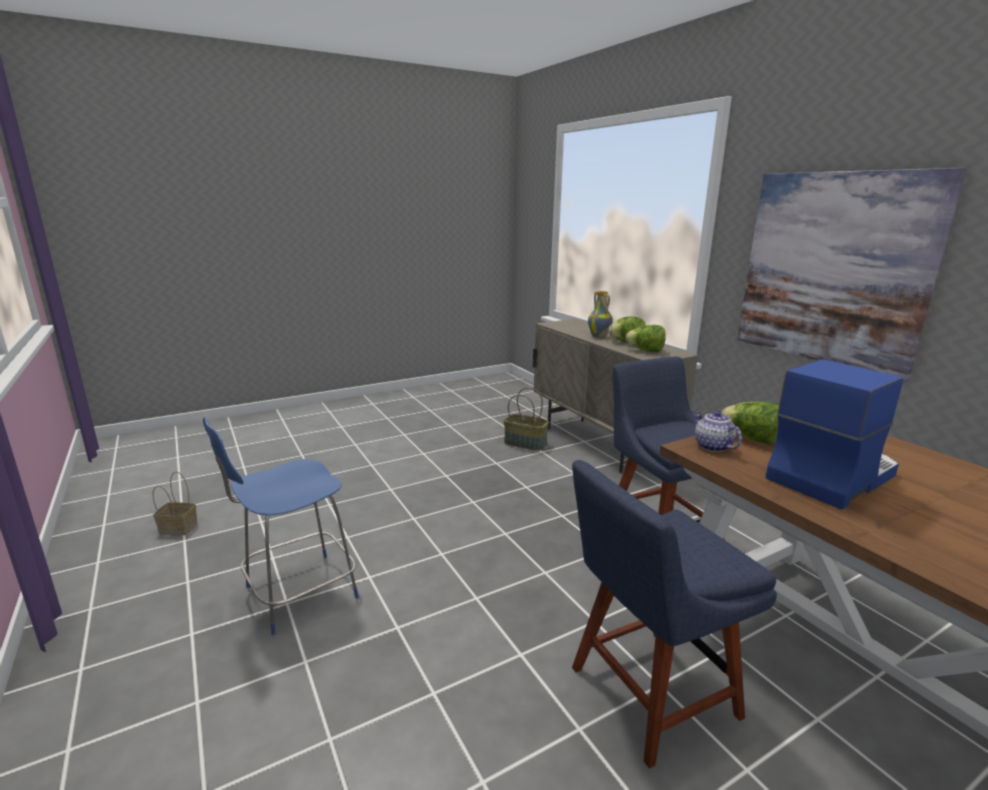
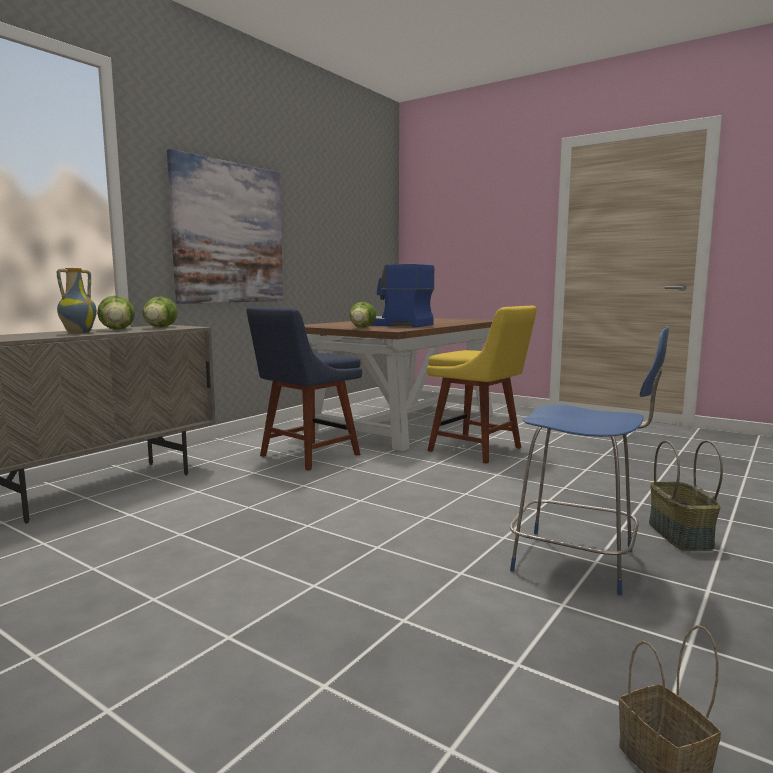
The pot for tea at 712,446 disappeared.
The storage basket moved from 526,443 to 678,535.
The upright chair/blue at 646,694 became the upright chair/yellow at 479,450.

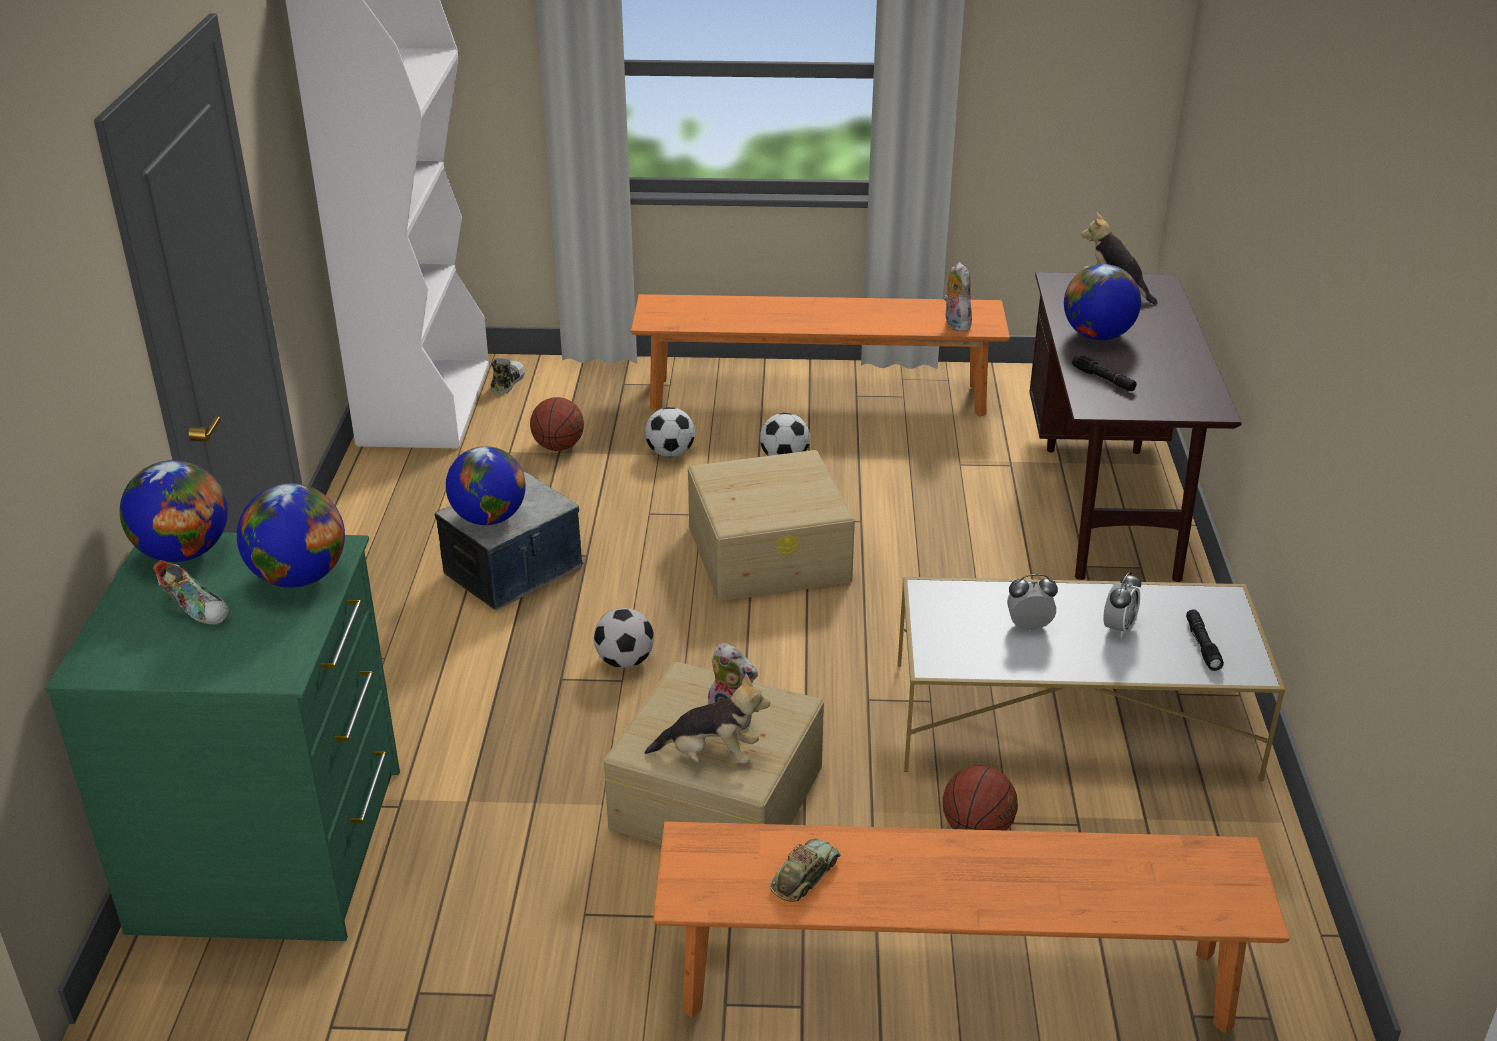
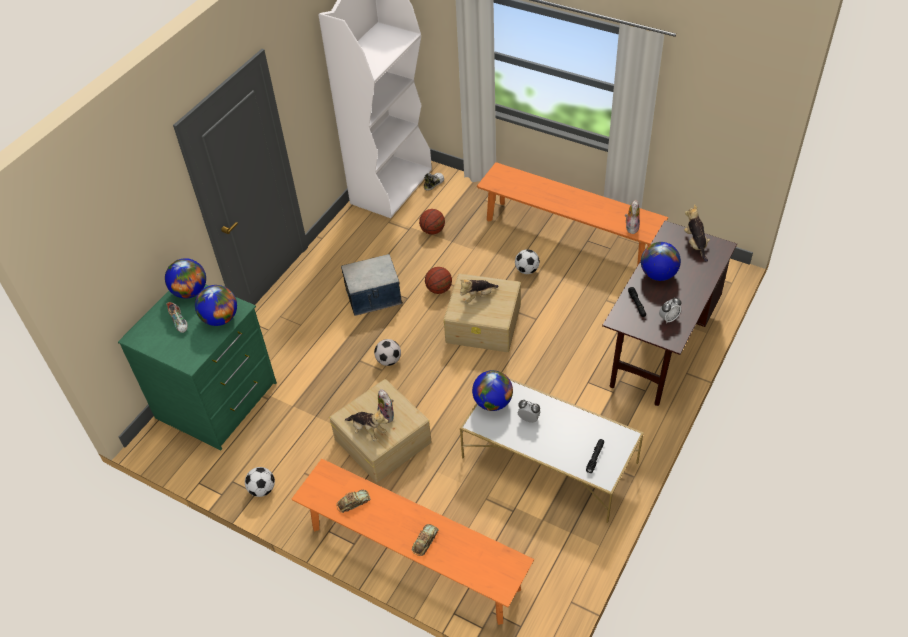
The miniature car at 425,541 appeared.
The soft toy at 477,297 appeared.
The desk globe moved from 489,518 to 492,402.
The football moved from 670,453 to 262,489.
The basketball ball moved from 977,830 to 439,289.
The table clock moved from 1118,628 to 668,318.

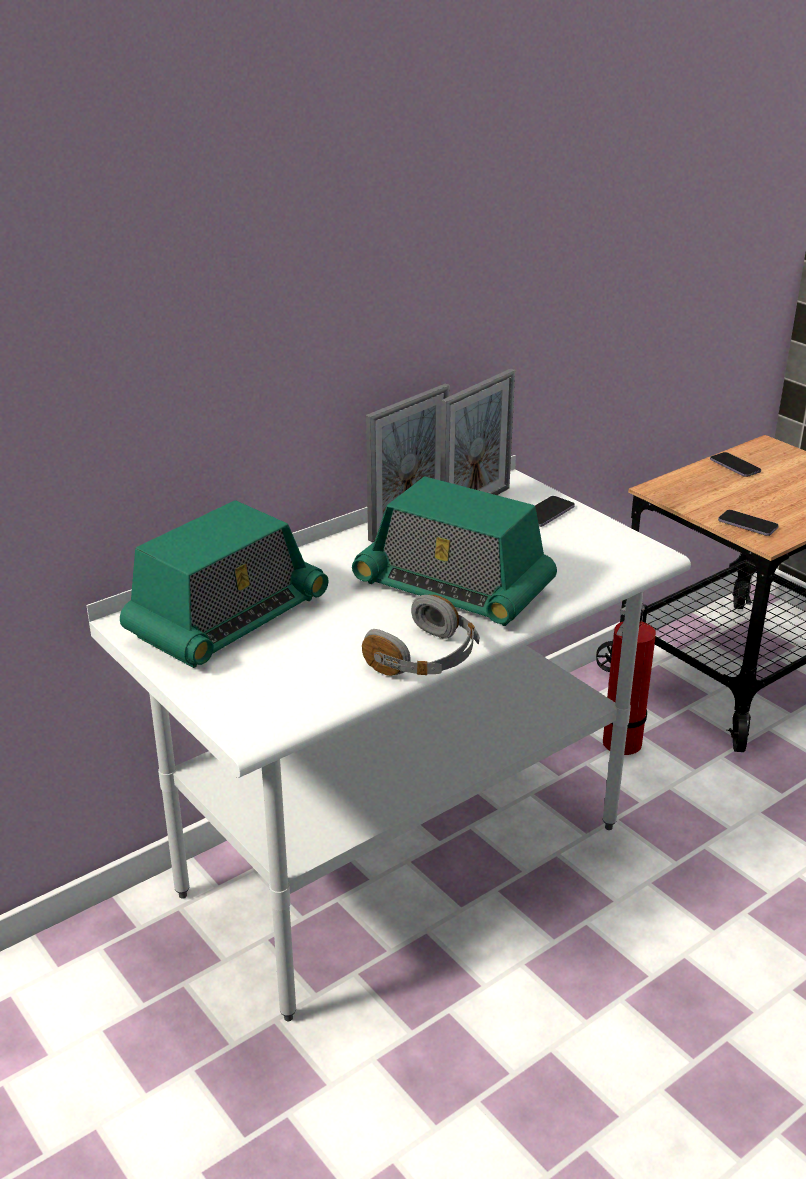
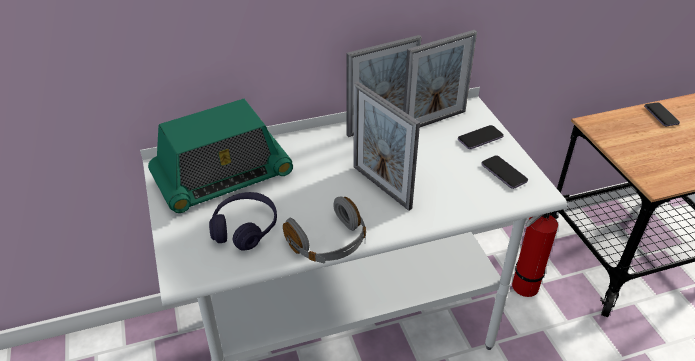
The headphones/purple-coloured at 245,228 appeared.
The telephone moved from 747,524 to 504,173.
The radio at 453,587 was replaced by the photo frame at 381,187.

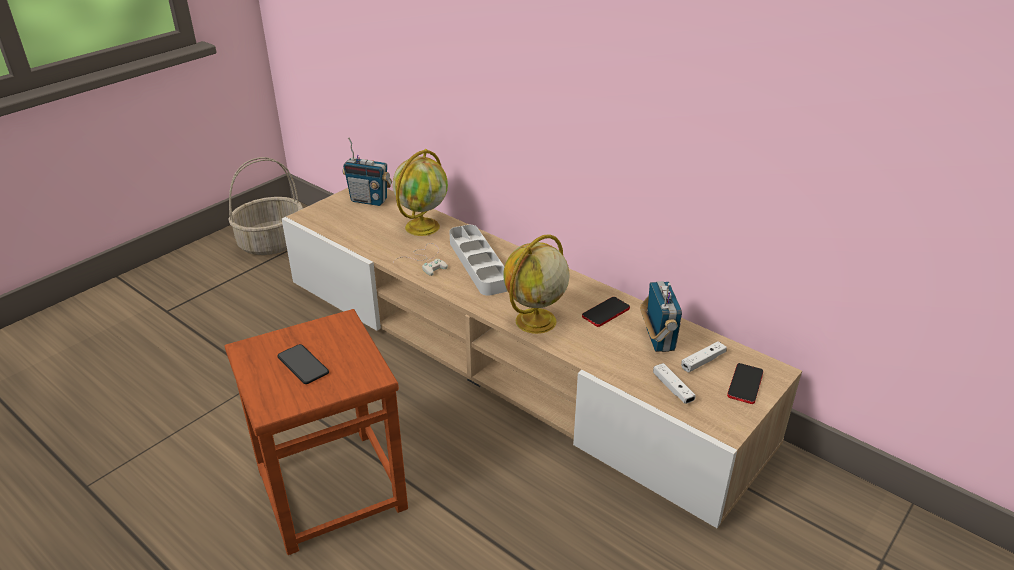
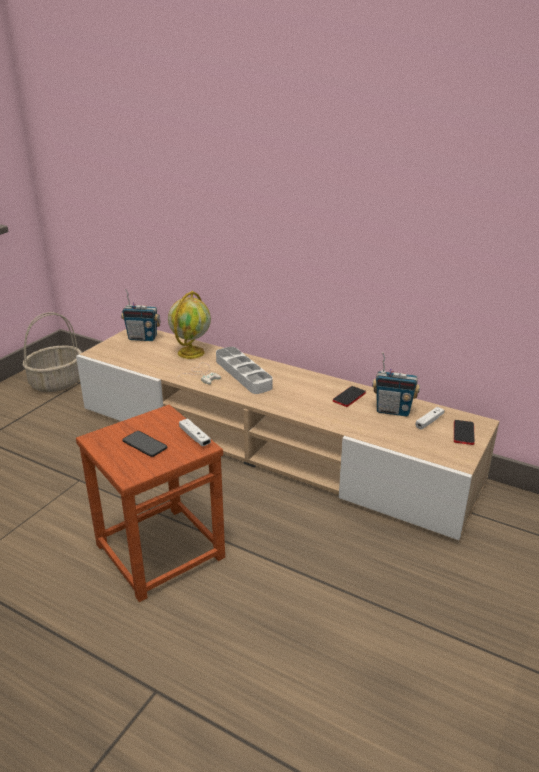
The desk globe at 535,322 disappeared.
The joypad/white-coloured moved from 672,388 to 195,437.
The radio at 658,339 turned 120 degrees clockwise.

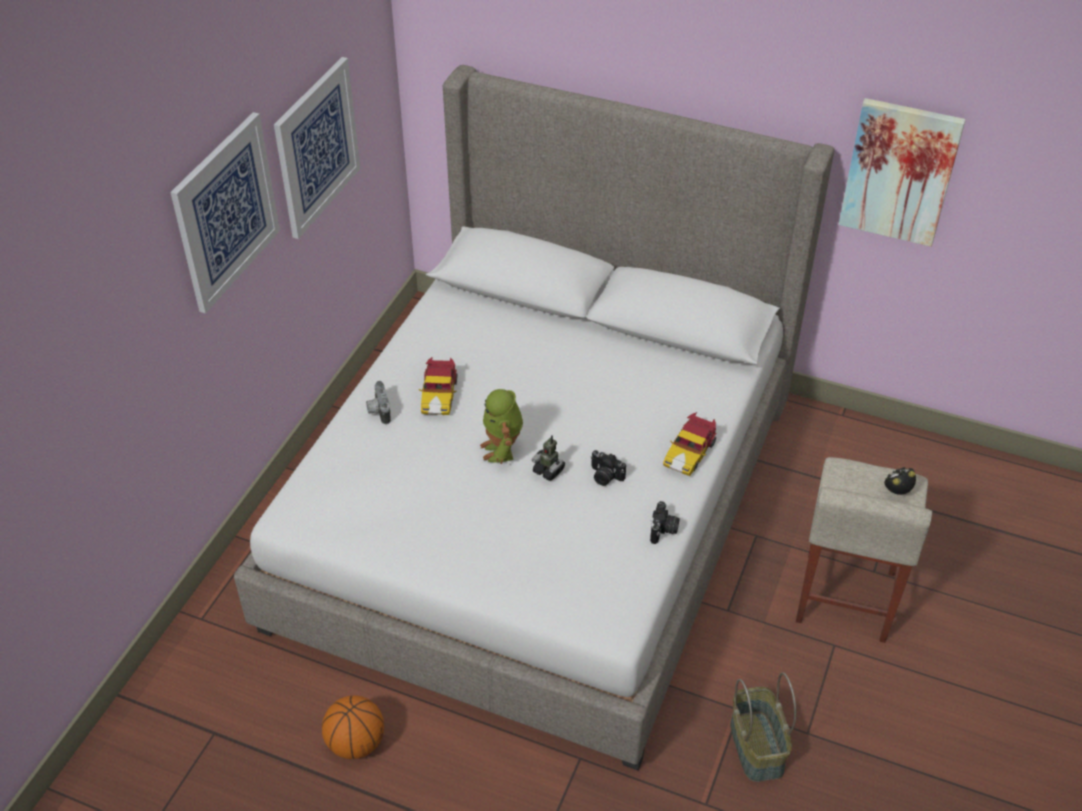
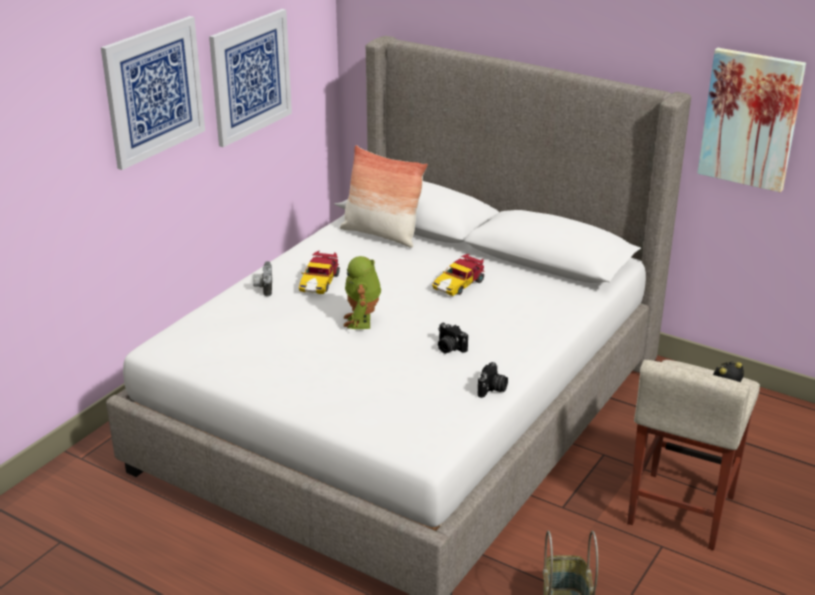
The basketball ball at 356,743 disappeared.
The robot figure at 548,470 disappeared.
The cushion at 381,234 appeared.
The miniature car moved from 689,453 to 459,284.

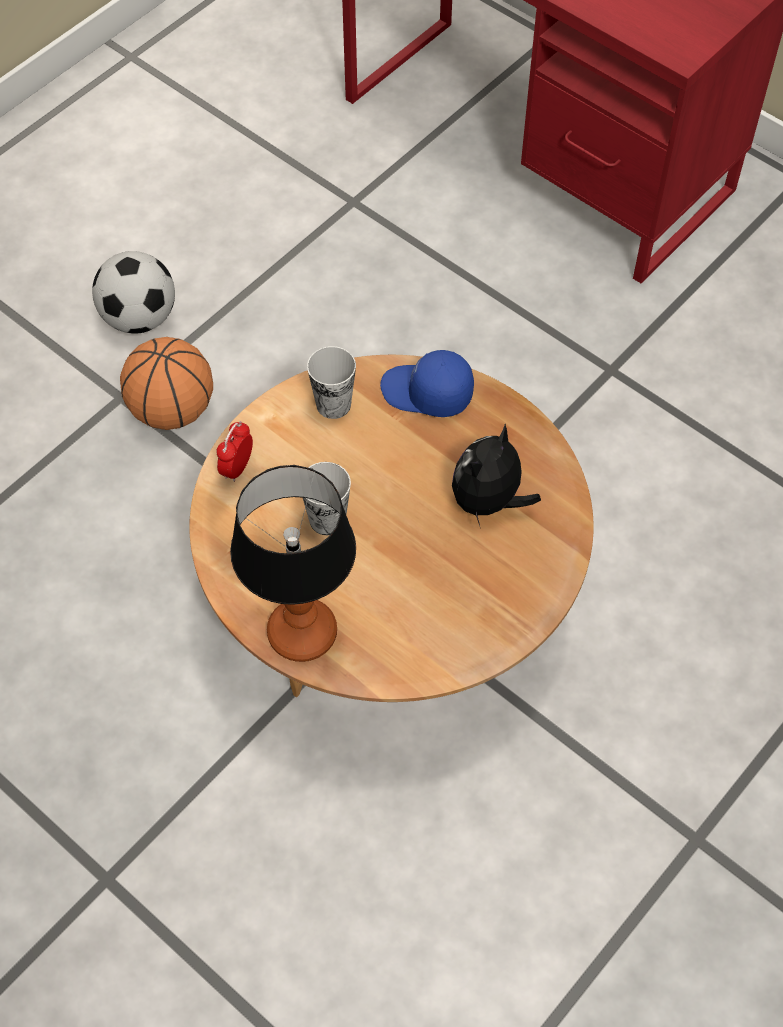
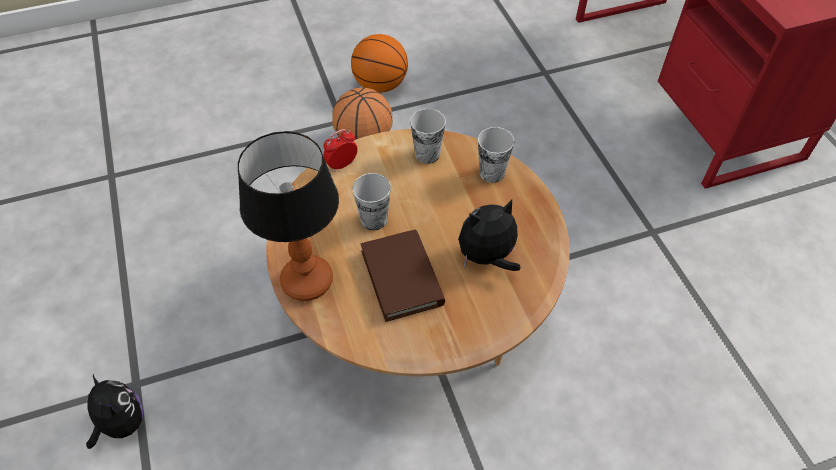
The soft toy at 121,423 appeared.
The volume/brownish at 402,277 appeared.
The football at 139,318 was replaced by the basketball ball at 380,85.
The peaked cap/blue at 427,393 was replaced by the drinking cup at 492,173.

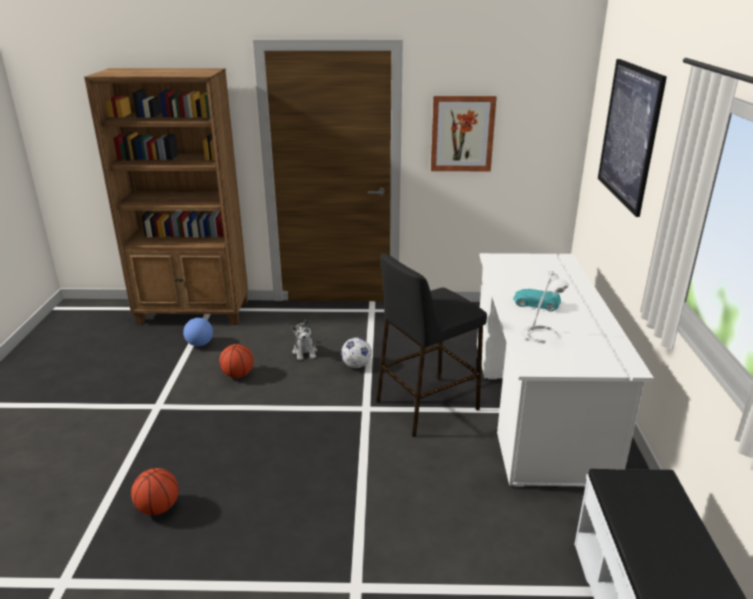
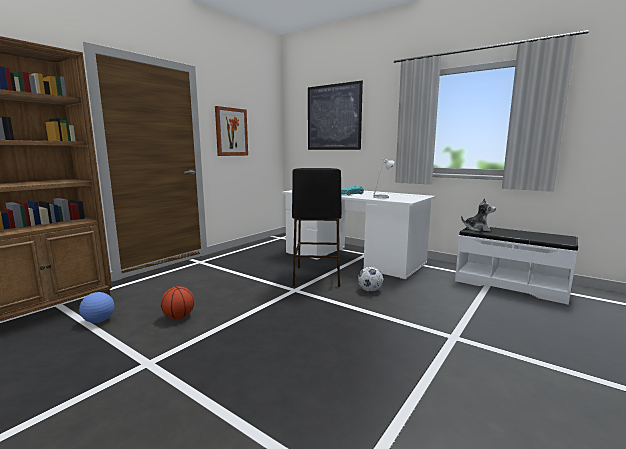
The basketball ball at 158,508 disappeared.
The soft toy moved from 305,352 to 477,229.
The football moved from 357,365 to 370,290.

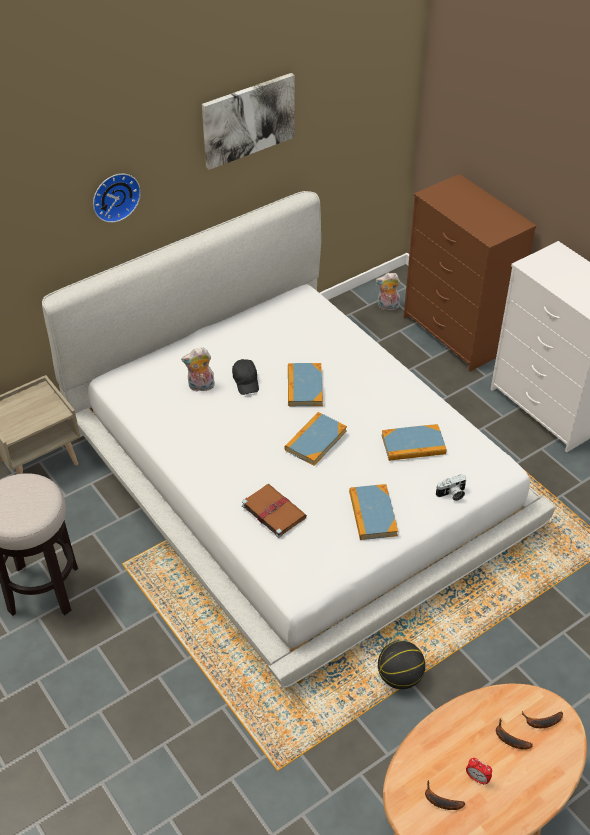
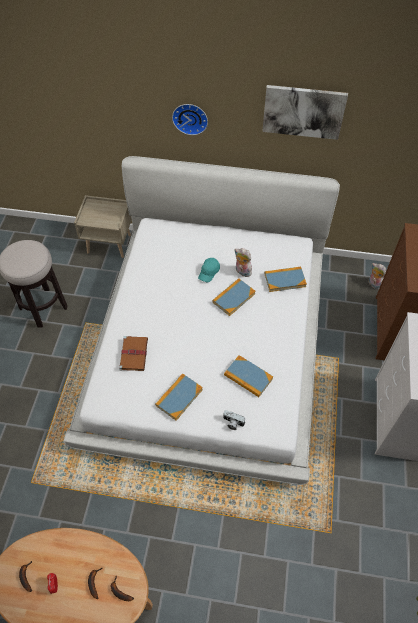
The basketball ball at 400,677 disappeared.
The soft toy moved from 200,387 to 242,272.
The volume moved from 315,440 to 285,280.
The peaked cap/black-coloured at 246,381 became the peaked cap/turquoise-coloured at 209,272.

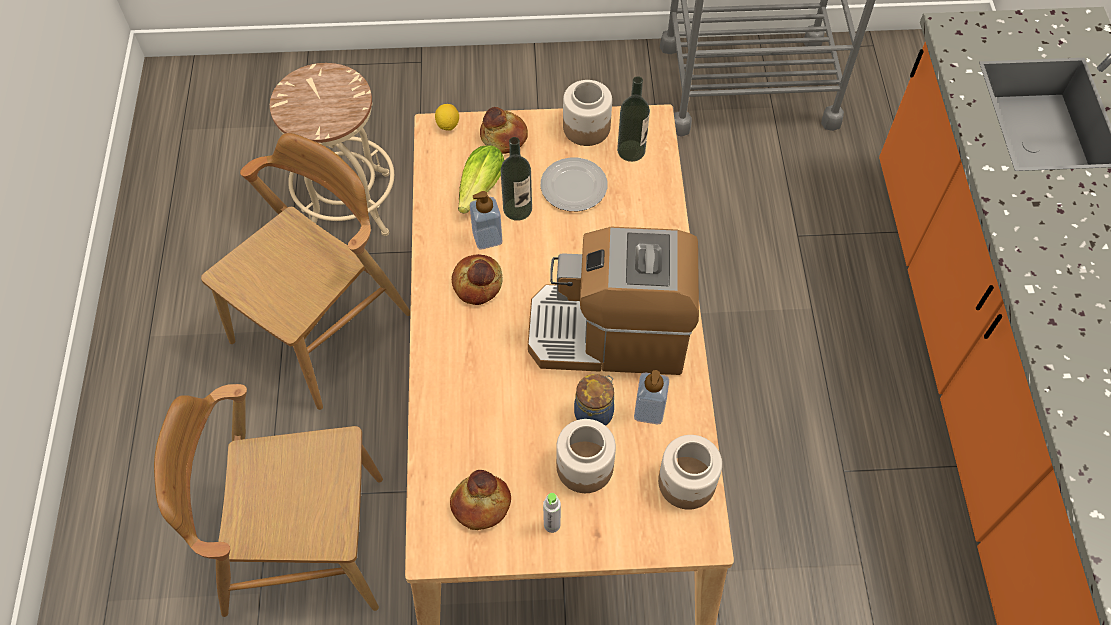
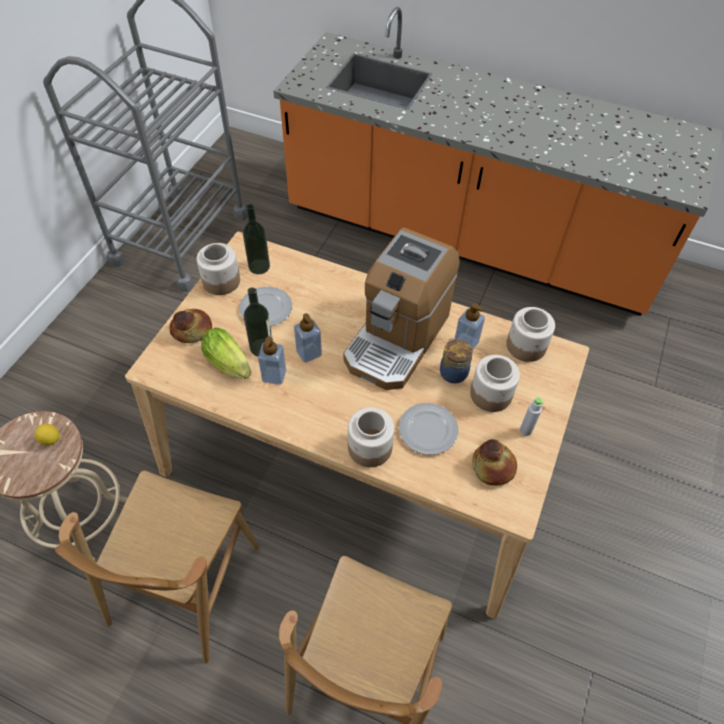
The bread at 478,284 disappeared.
The liquid soap bottle at 309,353 appeared.
The storage jar at 370,448 appeared.
The flat dish at 428,429 appeared.
The citrus fruit moved from 448,125 to 50,439.
The upright chair/brownish at 322,328 turned 135 degrees counterclockwise.

